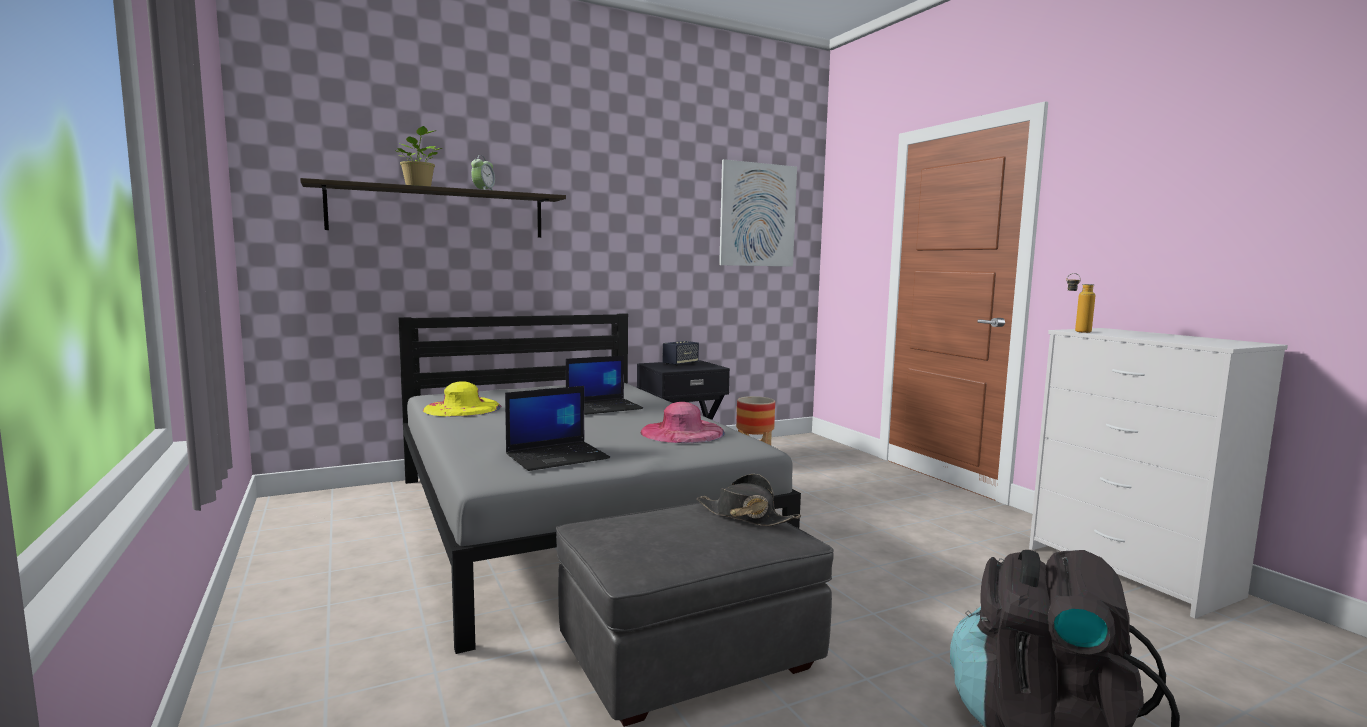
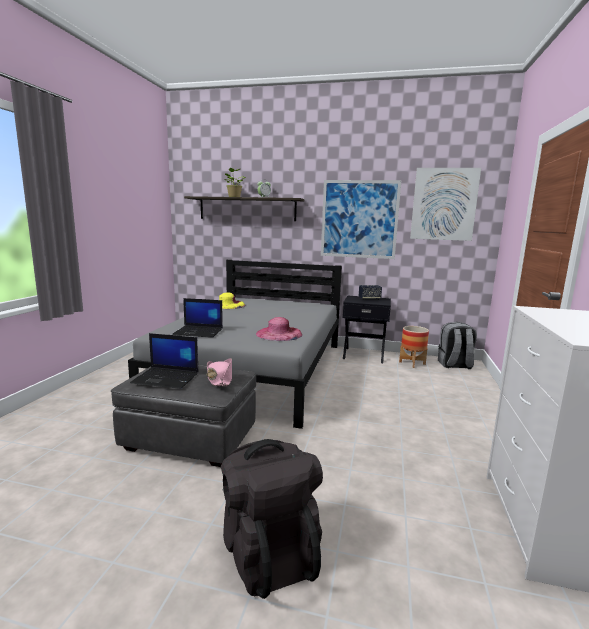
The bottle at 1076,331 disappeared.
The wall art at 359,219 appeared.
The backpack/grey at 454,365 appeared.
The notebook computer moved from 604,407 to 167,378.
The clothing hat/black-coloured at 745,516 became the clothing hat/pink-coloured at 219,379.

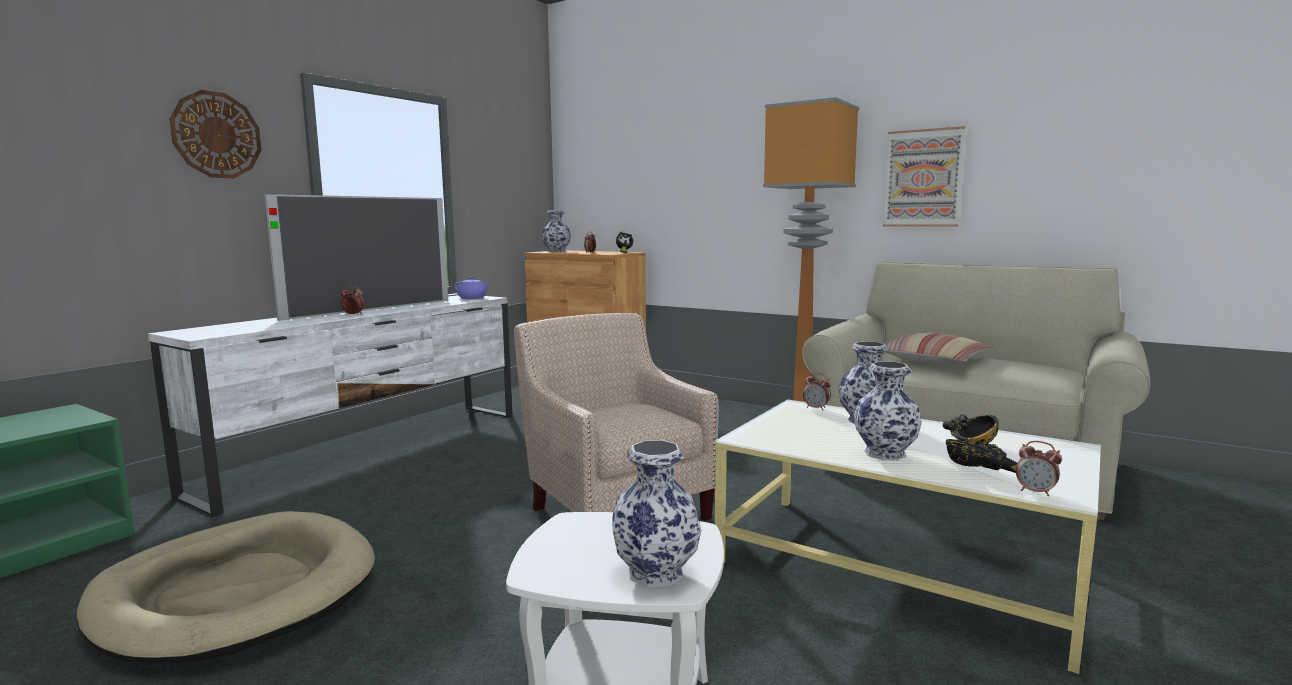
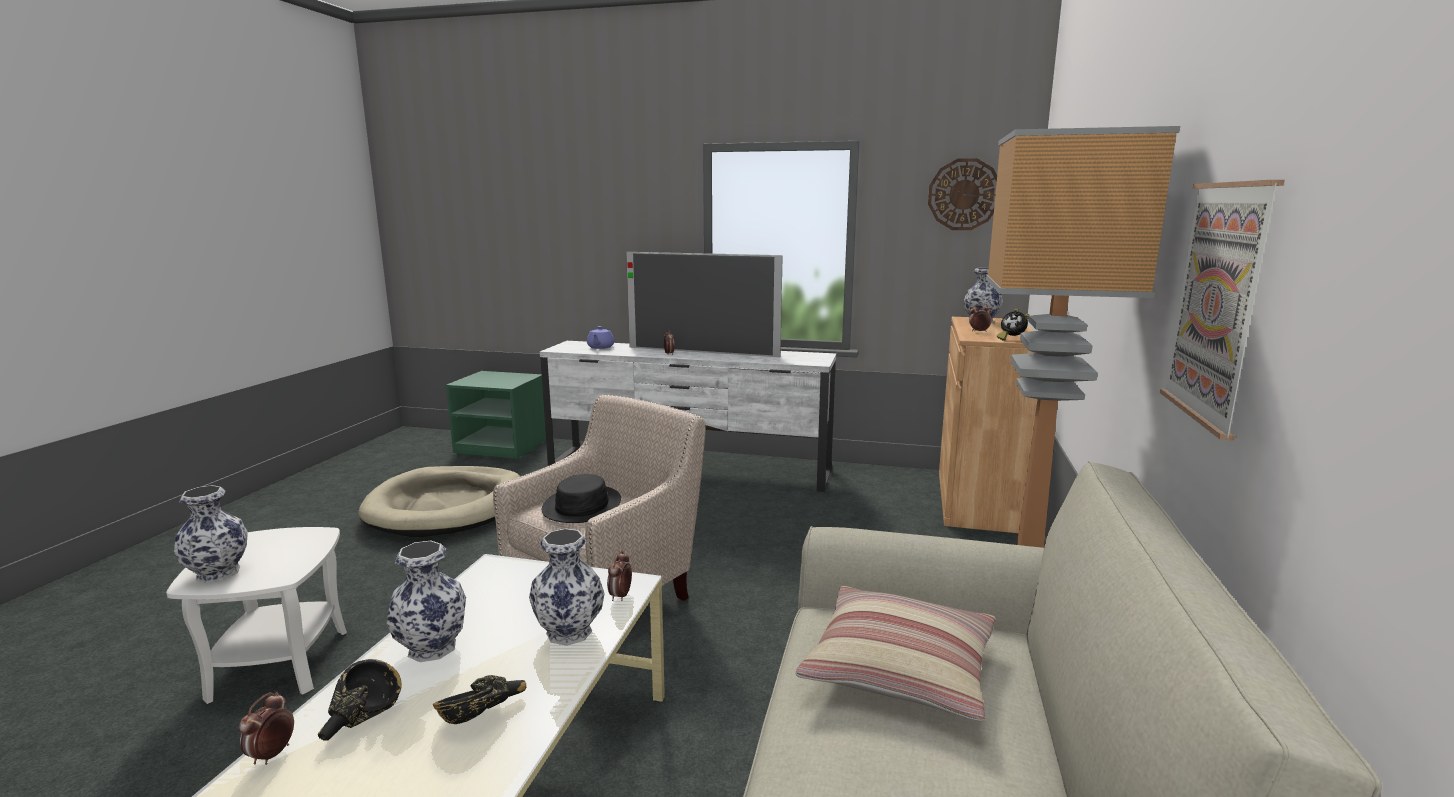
The clothing hat/black-coloured at 582,506 appeared.
The clock on the wall moved from 216,135 to 964,194.
The pot for tea/purple-coloured moved from 473,298 to 600,347.

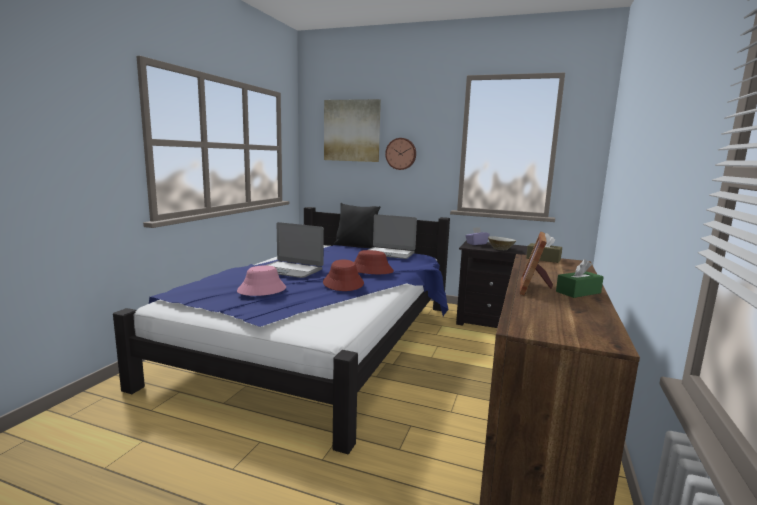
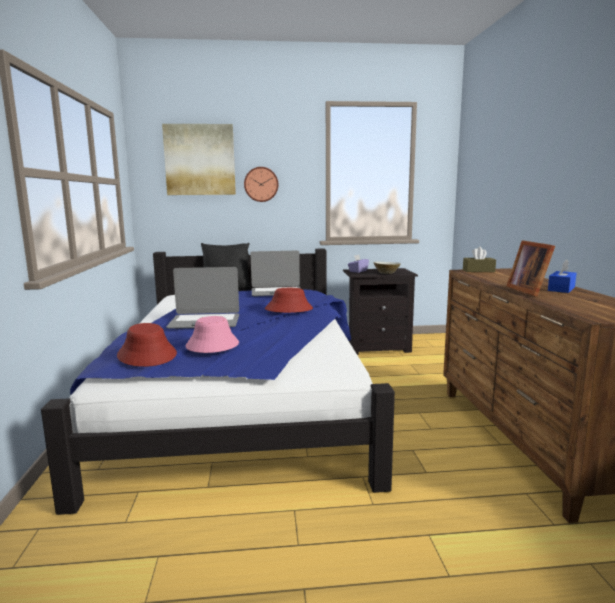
The clothing hat/reddish moved from 343,283 to 147,355.
The tissue box/greenish at 578,292 became the tissue box/blue at 561,289.

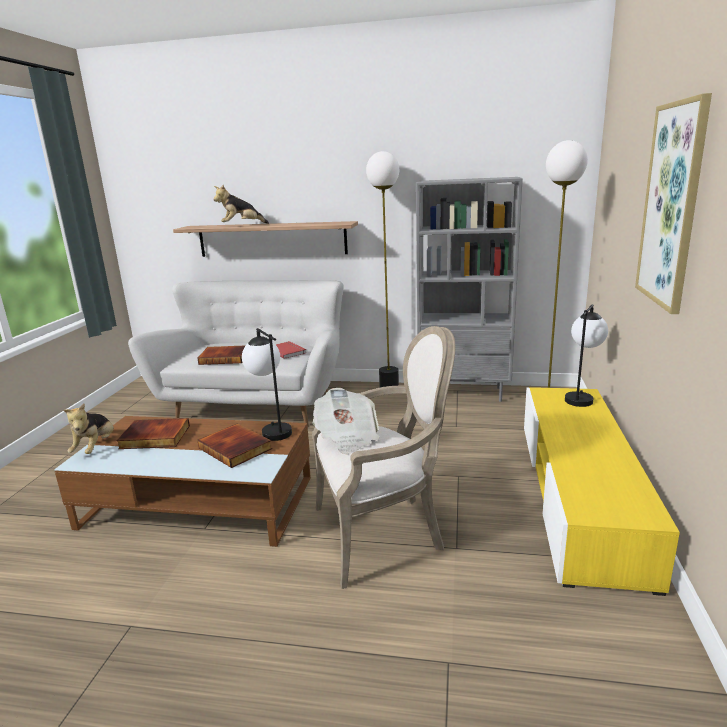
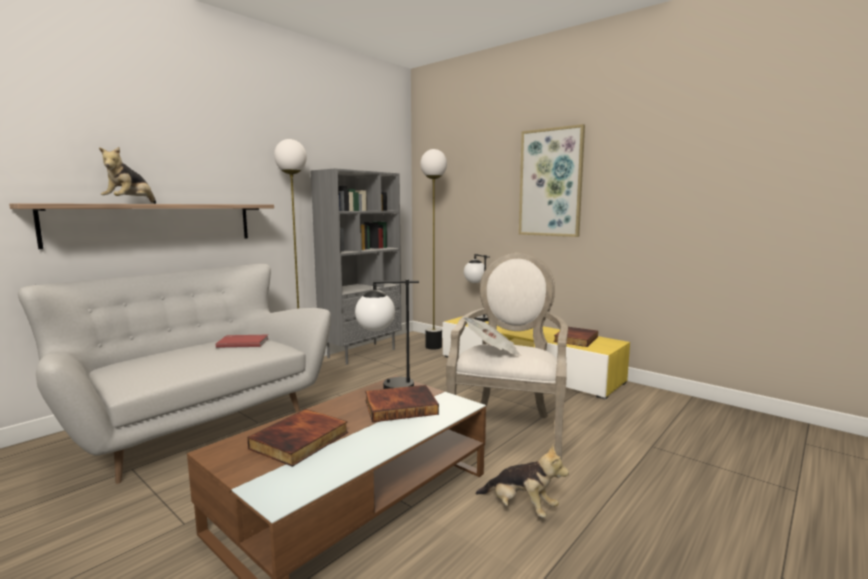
The soft toy moved from 96,447 to 520,508.
The volume moved from 225,357 to 575,339.

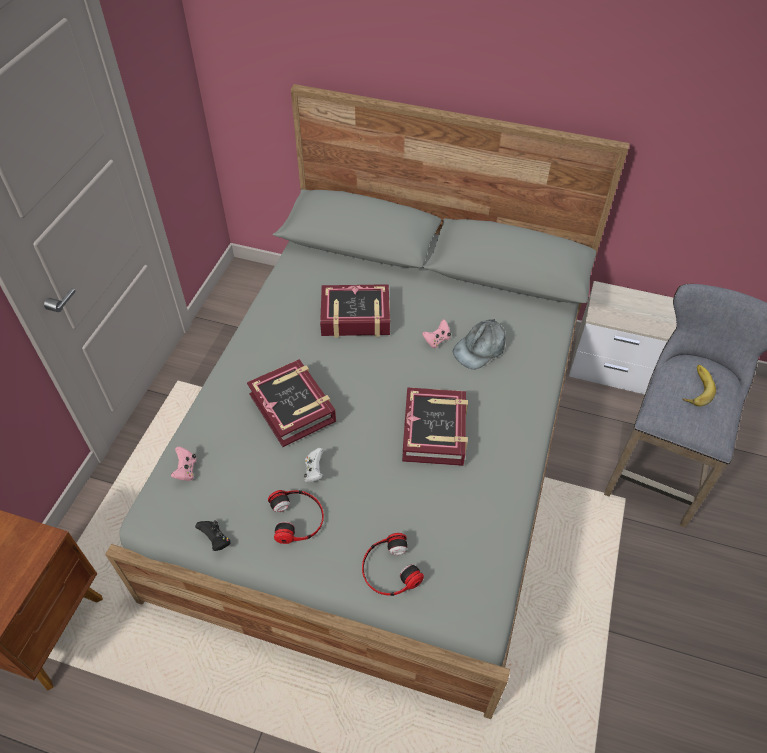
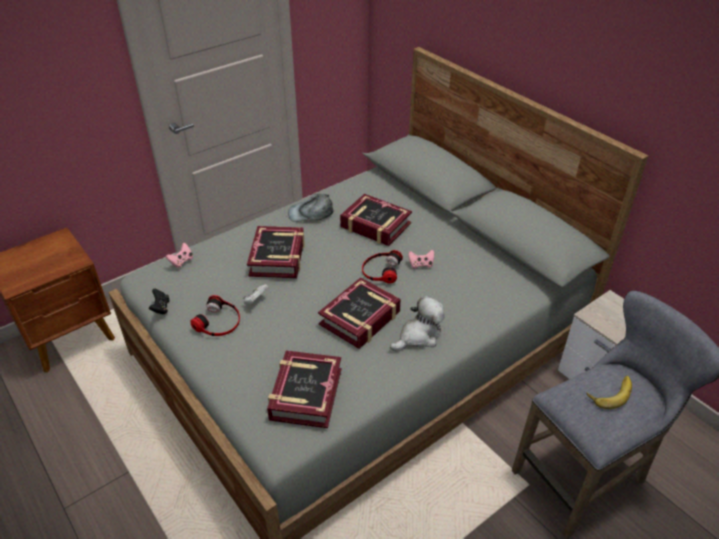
The volume at 305,394 appeared.
The soft toy at 418,336 appeared.
The headphones moved from 389,569 to 380,270.
The peaked cap/grey moved from 480,348 to 311,213.

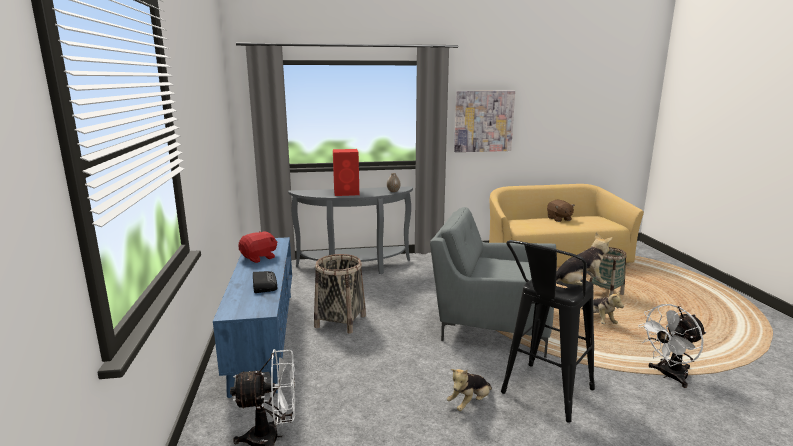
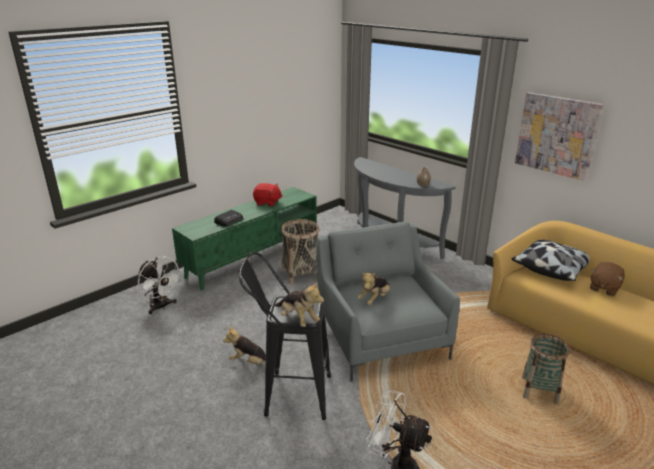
The speaker/reddish at 347,193 disappeared.
The cushion at 551,268 appeared.
The soft toy moved from 599,320 to 374,299.
The media console/blue at 264,337 became the media console/greenish at 252,258.

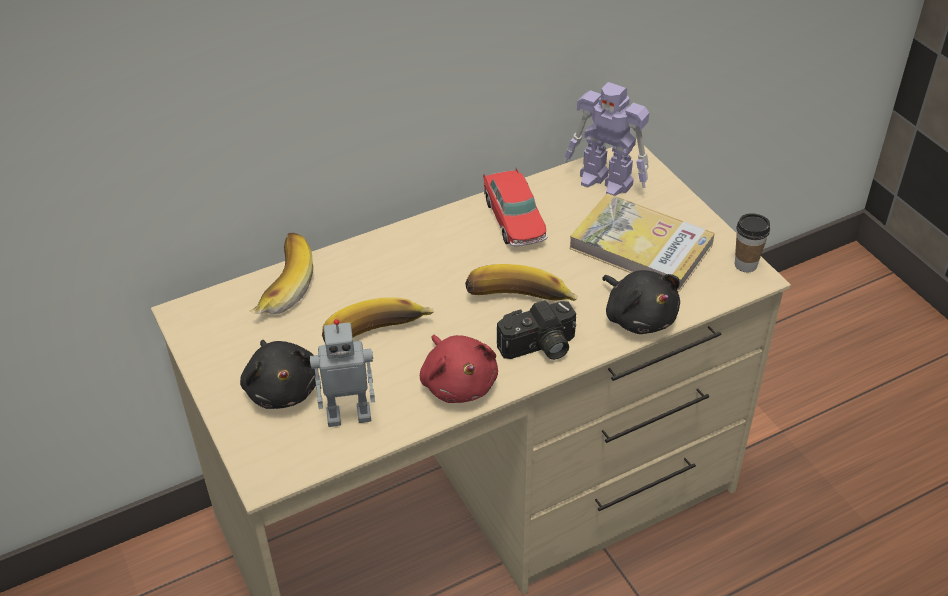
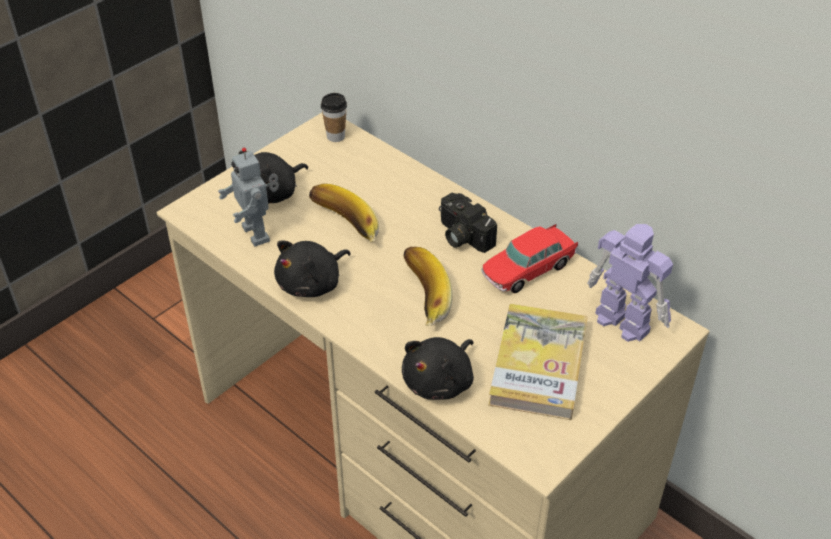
The banana at 279,286 disappeared.
The still camera moved from 539,348 to 461,236.
The drinking cup moved from 745,264 to 335,136.
The soft toy/reddish at 458,382 became the soft toy/black-coloured at 312,284.
The robot figure at 606,182 turned 120 degrees clockwise.

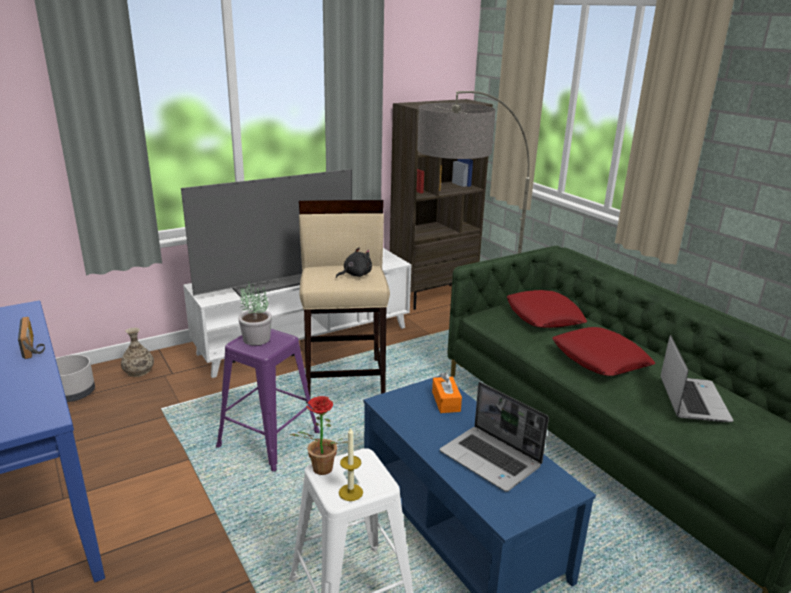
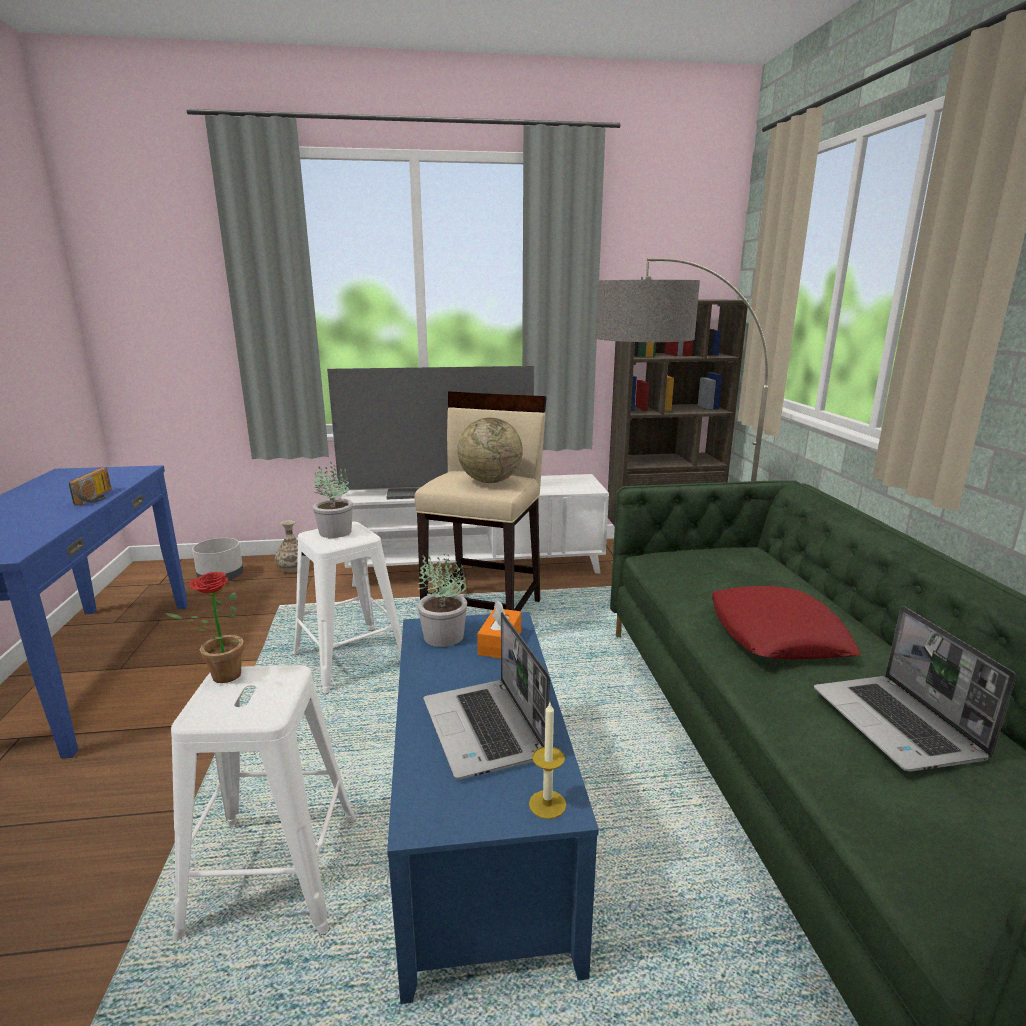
The cushion/reddish at 544,316 disappeared.
The plant in a pot at 442,636 appeared.
The wax light moved from 350,492 to 547,804.
The soft toy/black-coloured at 355,275 was replaced by the desk globe at 490,481.
The stool/purple-coloured at 268,438 became the stool/white-coloured at 351,658.
The notebook computer at 691,399 turned 135 degrees clockwise.

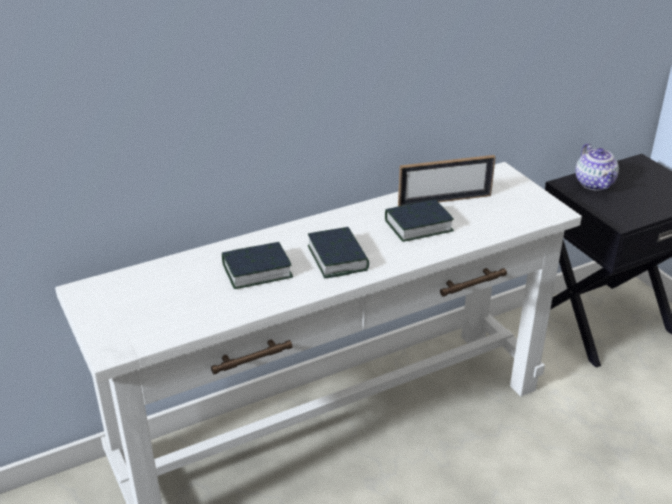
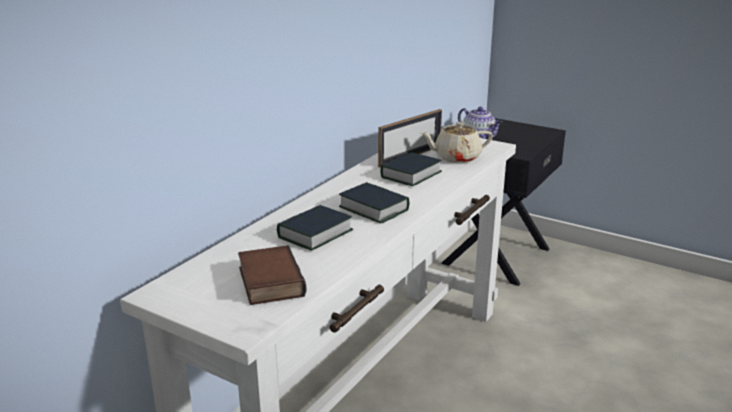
The volume at 268,281 appeared.
The pot for tea/sand-coloured at 456,157 appeared.

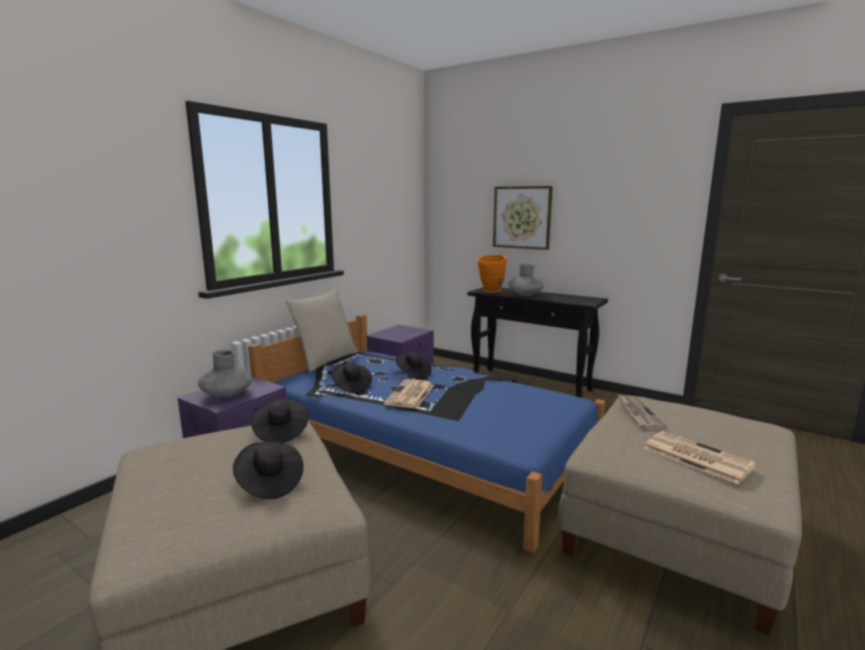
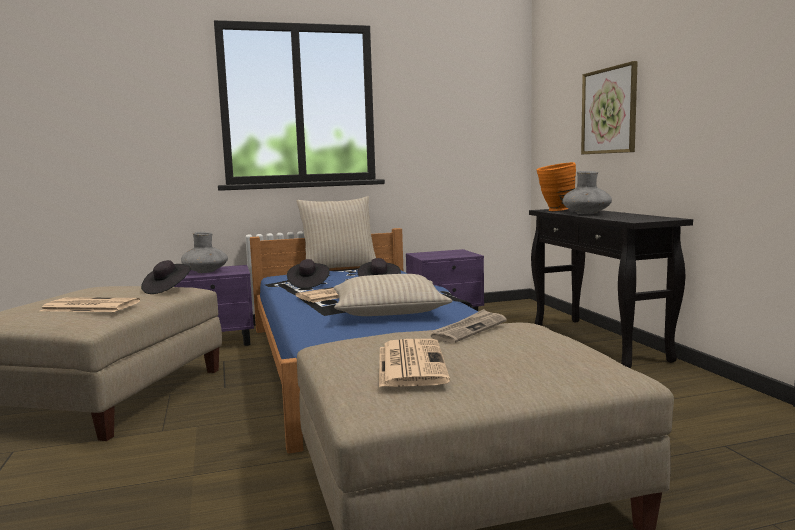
The cushion/sand-coloured at 388,310 appeared.
The clothing hat/black-coloured at 269,483 was replaced by the daily paper at 89,306.

